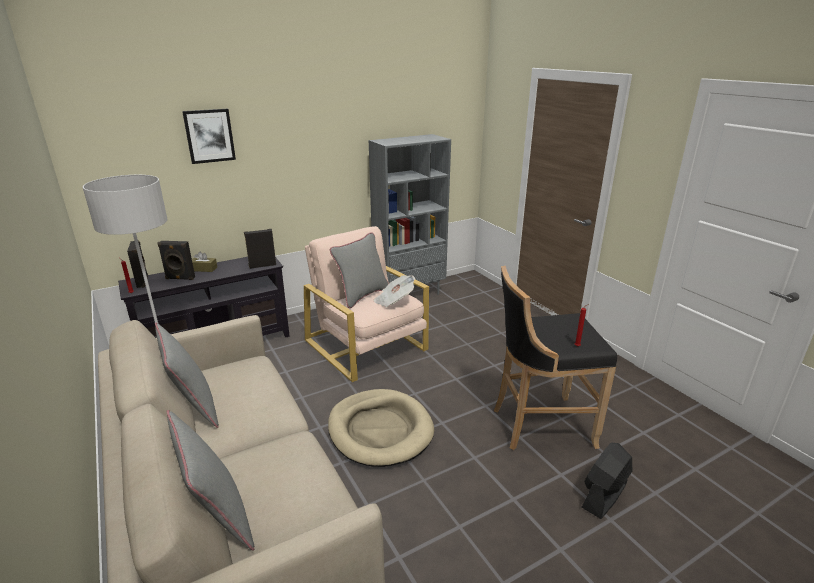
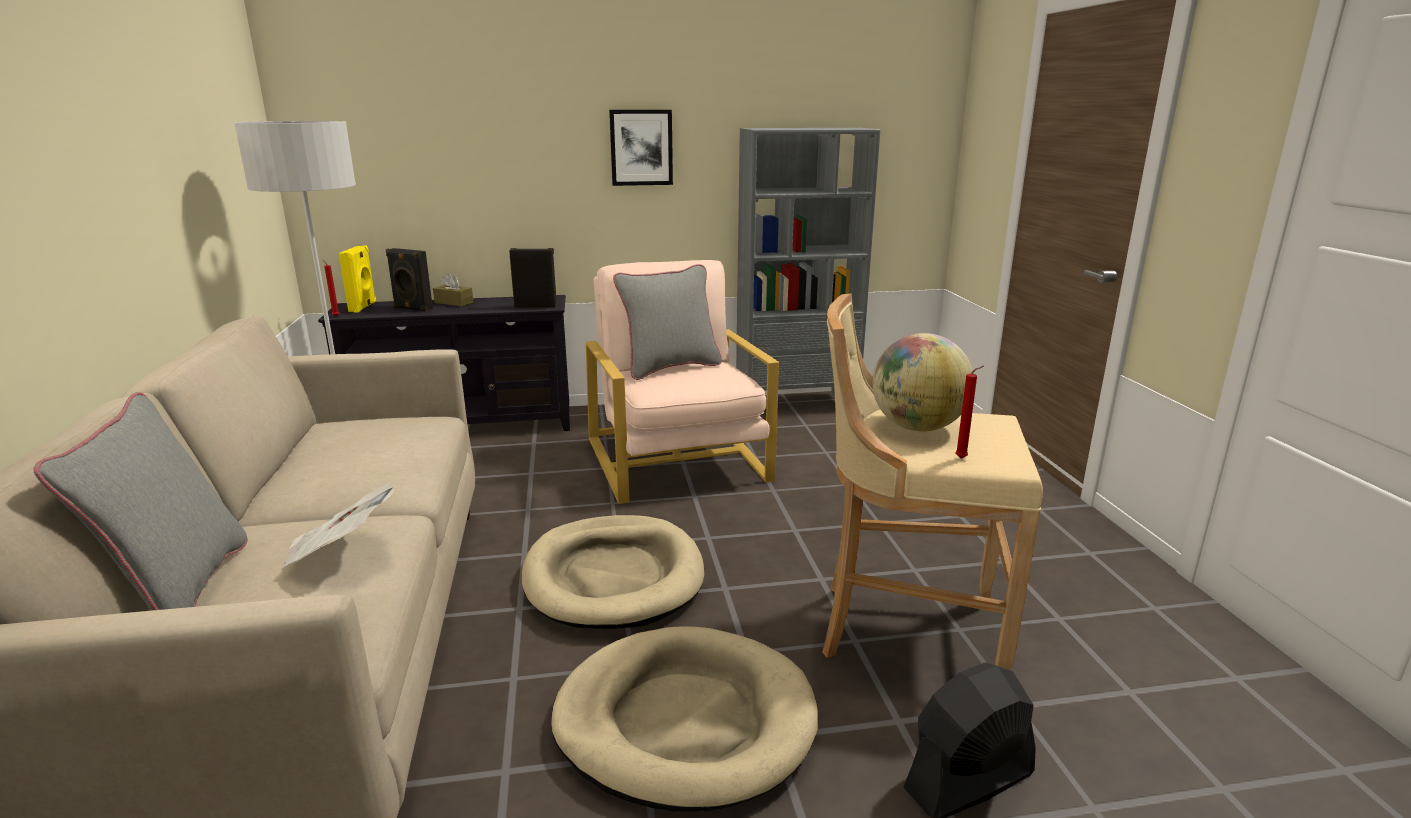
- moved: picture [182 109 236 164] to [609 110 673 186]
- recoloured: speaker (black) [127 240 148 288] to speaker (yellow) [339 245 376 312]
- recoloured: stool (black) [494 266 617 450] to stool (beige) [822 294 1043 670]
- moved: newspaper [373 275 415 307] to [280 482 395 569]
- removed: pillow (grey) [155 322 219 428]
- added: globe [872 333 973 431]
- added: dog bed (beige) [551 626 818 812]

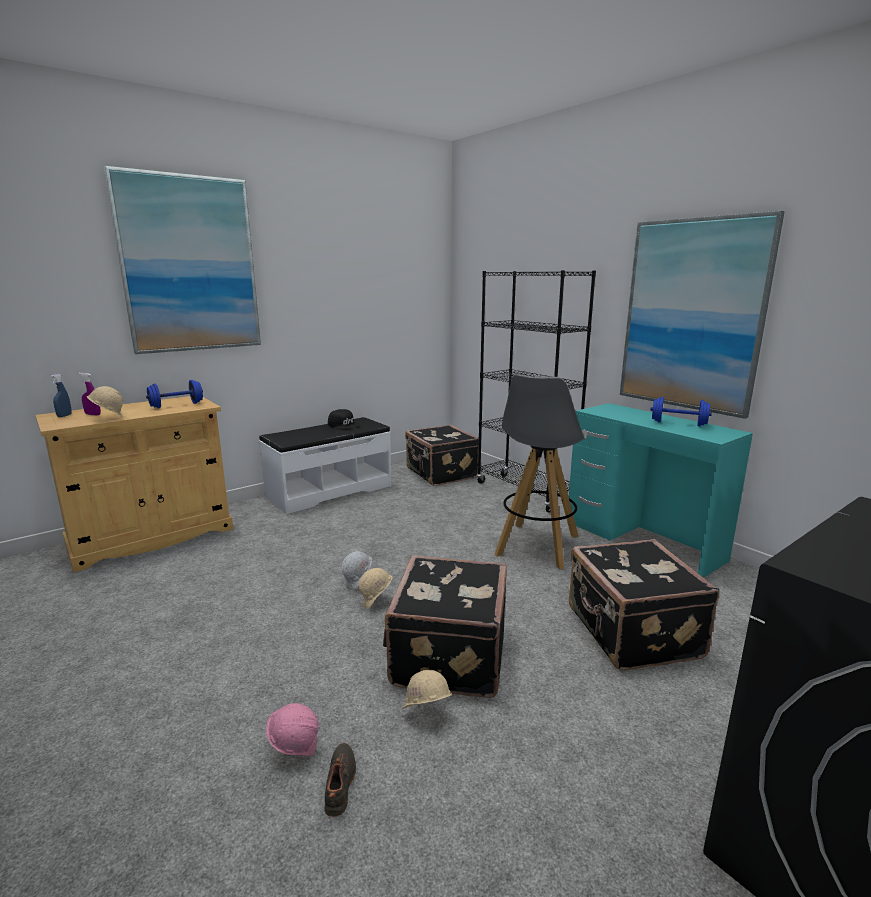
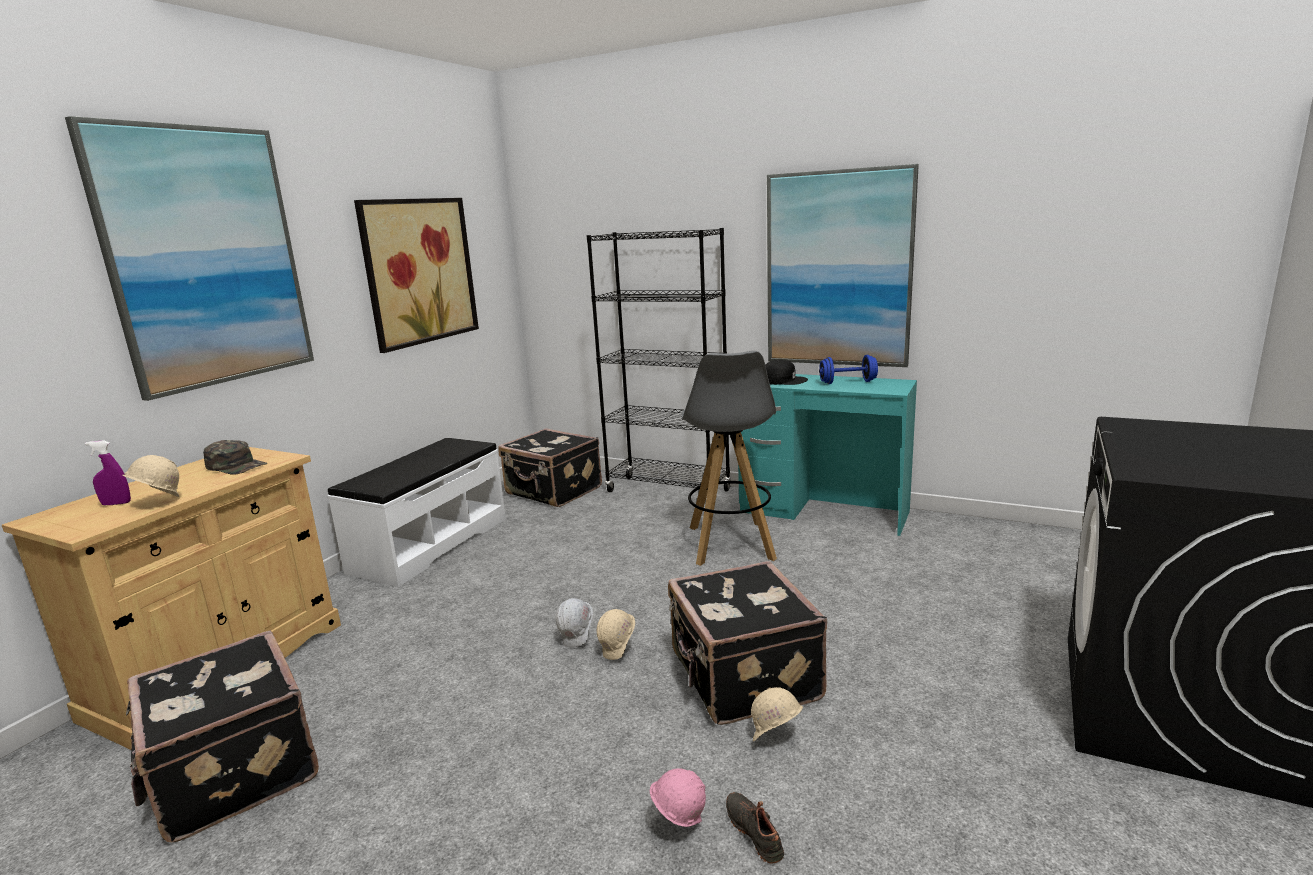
- removed: spray bottle (blue) [50 373 72 417]
- replaced: dumbbell (blue) [146 380 203 408] to cap (green) [203 440 267 475]
- moved: cap (black) [328 409 360 429] to [765 360 808 385]
- moved: suitcase (black) [569 539 719 671] to [126 631 319 842]
- added: picture [354 198 479 353]

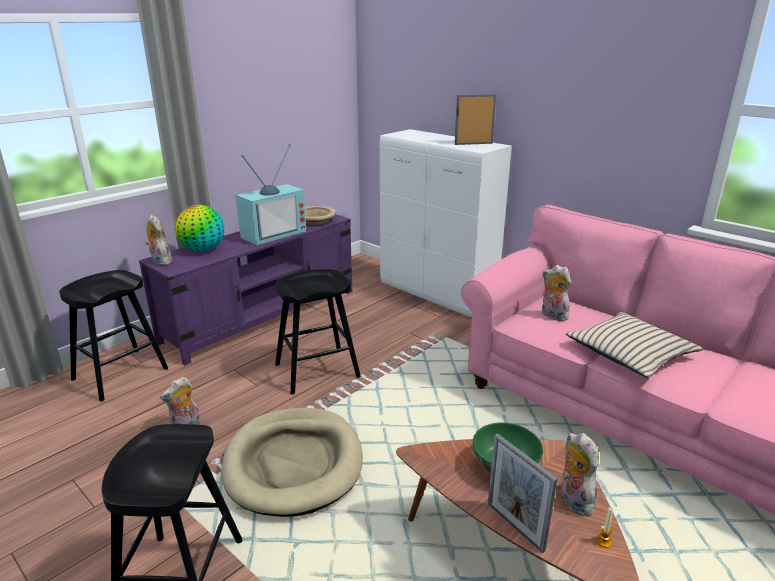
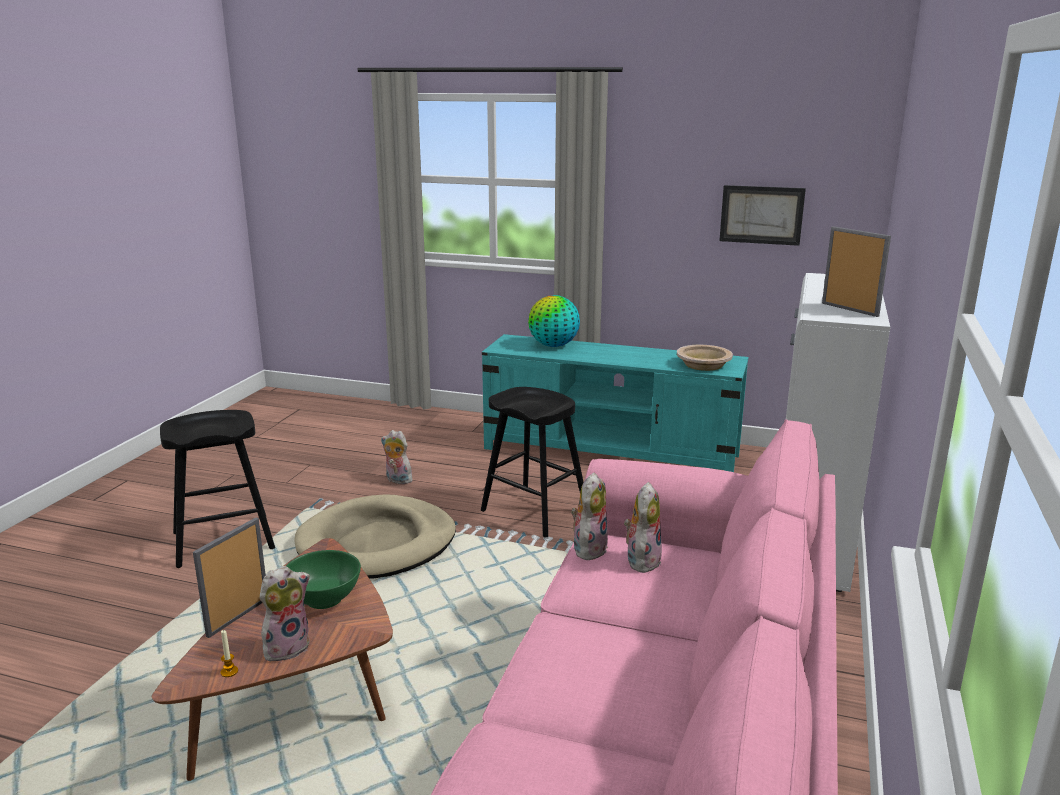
- removed: television [236 143 306 246]
- recoloured: tv stand (purple) [139 214 352 366] to tv stand (turquoise) [482 334 748 472]
- moved: plush toy [145 215 172 265] to [571 473 608 560]
- removed: stool (black) [59 270 168 401]
- removed: pillow (beige) [566 312 703 378]
- added: picture [719 185 806 246]

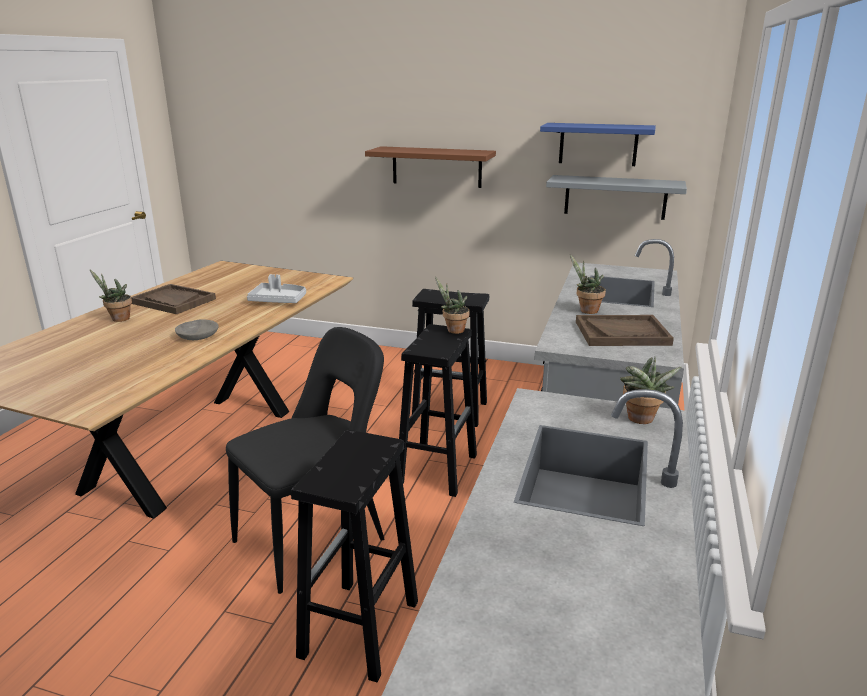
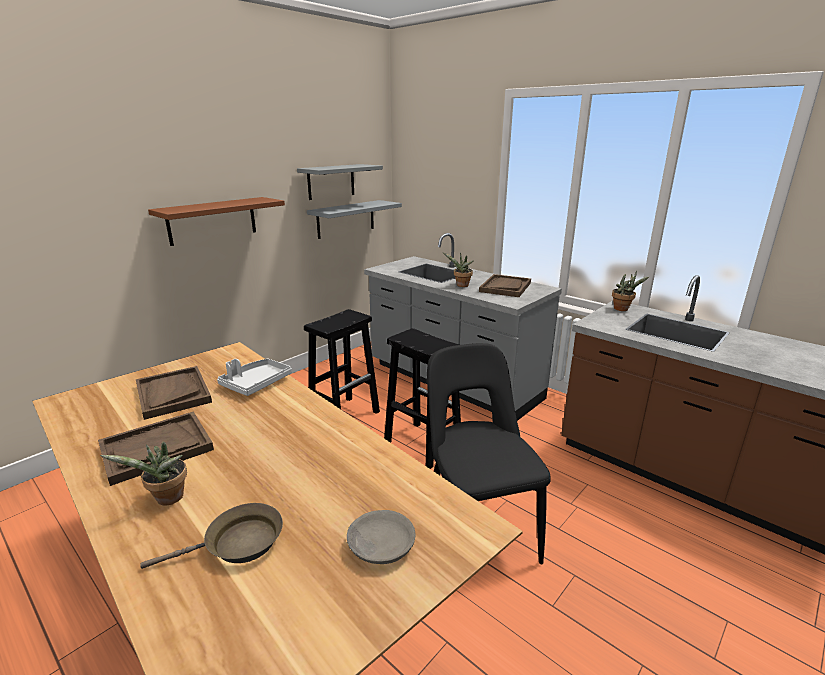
- recoloured: shelf (blue) [540 123 656 166] to shelf (grey) [297 164 383 200]
- removed: potted plant [435 277 470 334]
- moved: bowl (grey) [175 319 219 340] to [347 510 415 564]
- removed: stool (black) [291 430 418 682]
- added: tray (brown) [136 366 212 420]
- added: frying pan (brown) [140 503 283 569]

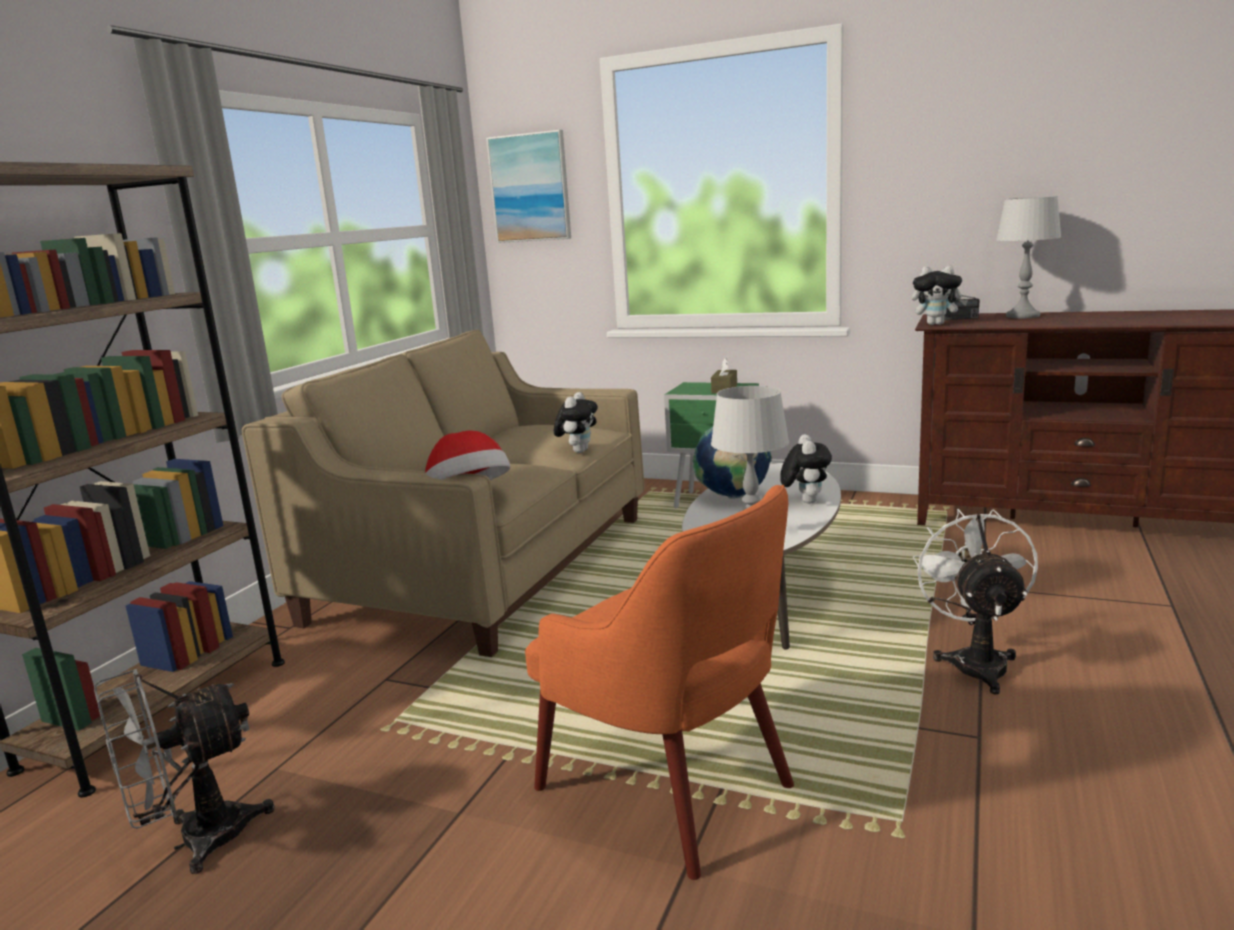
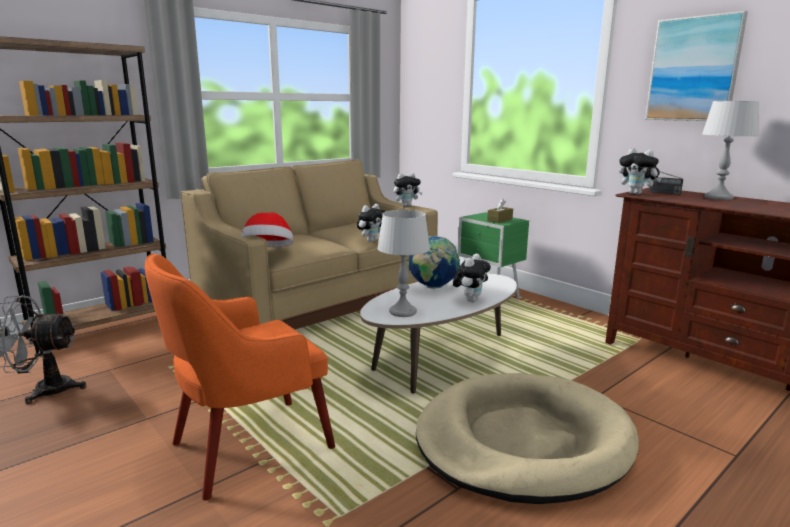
- moved: picture [486 130 571 243] to [645 11 748 121]
- turned: armchair (orange) [525 485 794 880] = [145 254 335 501] 75 degrees clockwise
- replaced: fan (white) [913 509 1038 695] to dog bed (beige) [416 373 639 504]
- added: plush toy [394 173 423 207]

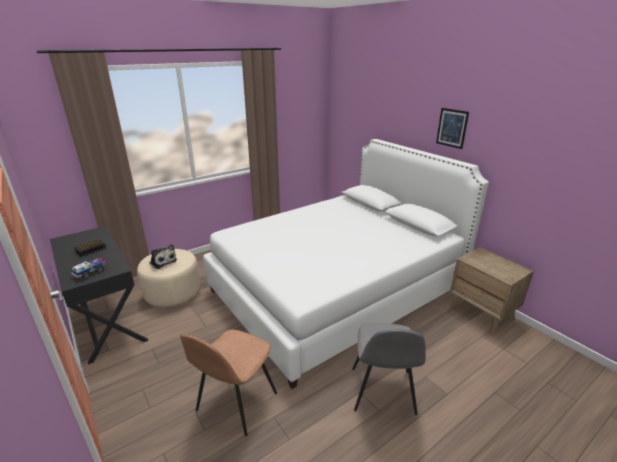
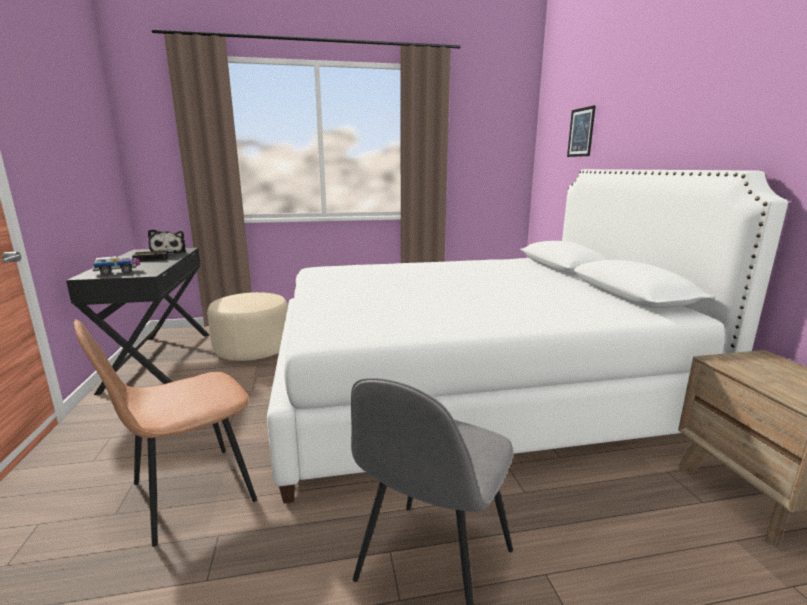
- moved: picture [436 108 469 149] to [567 105 596 157]
- moved: plush toy [149 244 177 269] to [148 229 186 254]

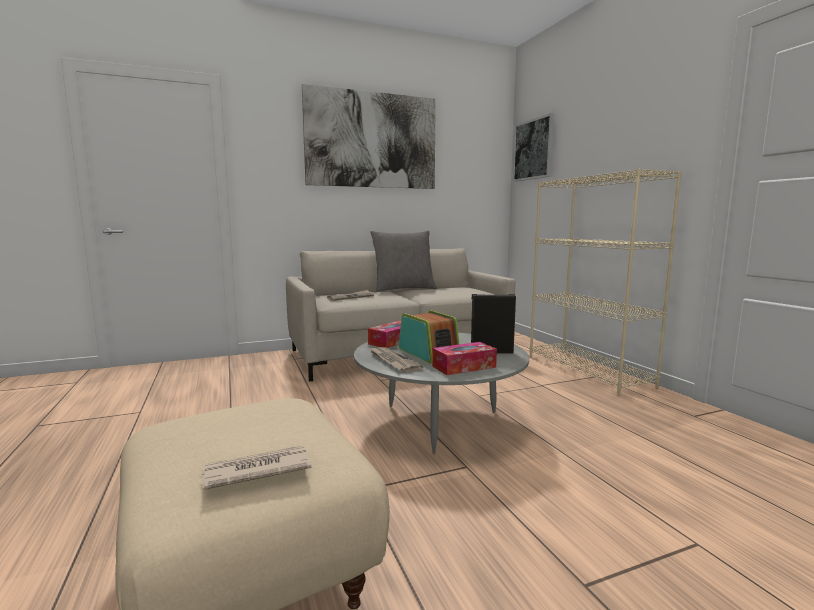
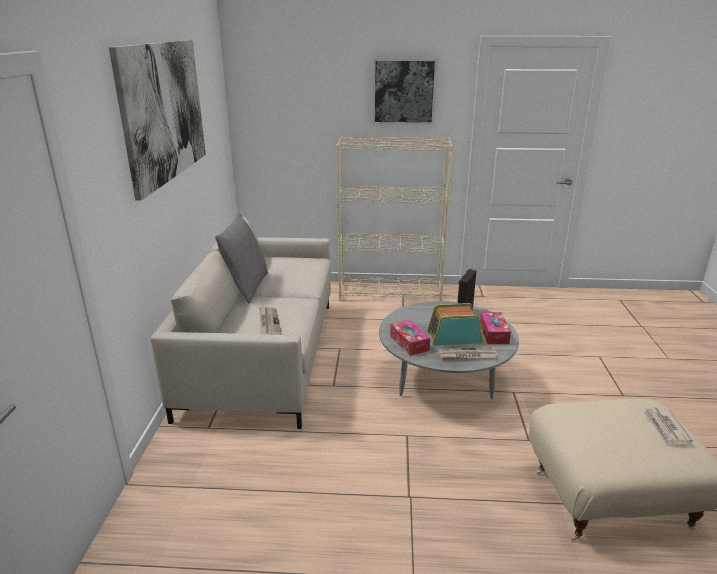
- moved: picture [513 113 555 182] to [372 58 438 125]

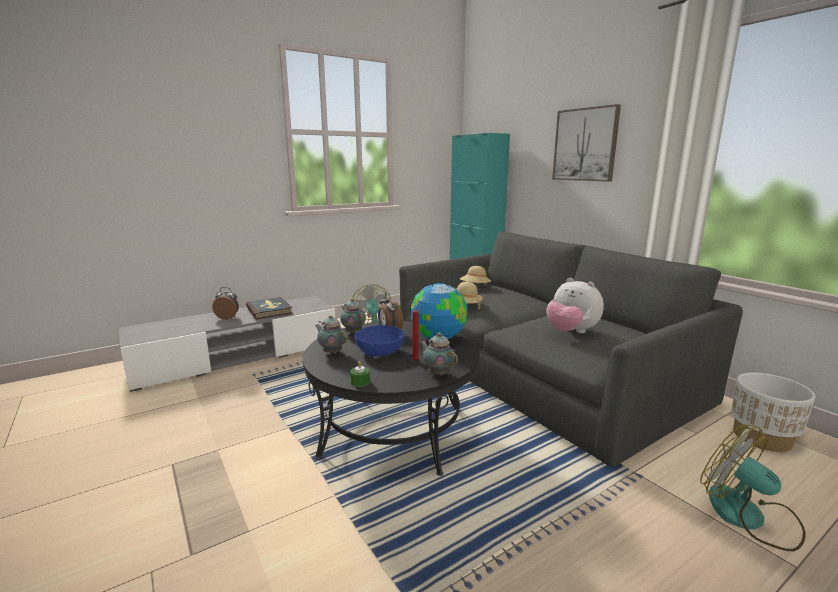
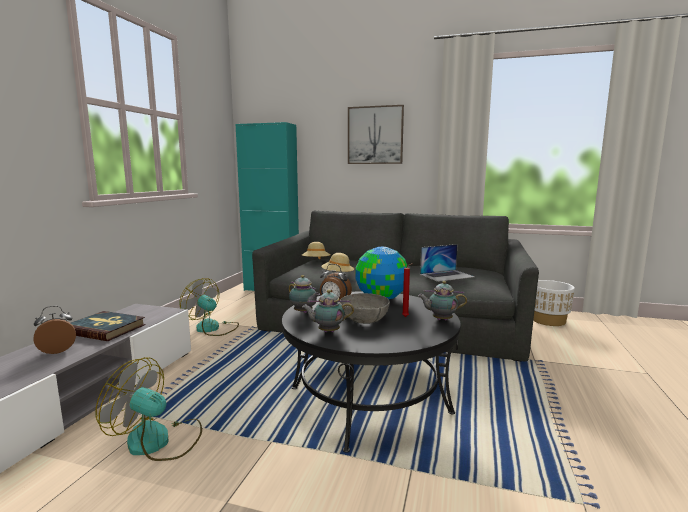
- replaced: plush toy [546 278 604 333] to laptop [420 244 475 282]
- turned: teapot [340 299 366 334] = [289 275 320 313] 150 degrees counterclockwise
- recoloured: bowl (blue) [355 325 405 356] to bowl (grey) [339 293 390 324]
- removed: candle (green) [350 361 370 387]
- moved: fan [700 424 806 551] to [95 357 202 461]

